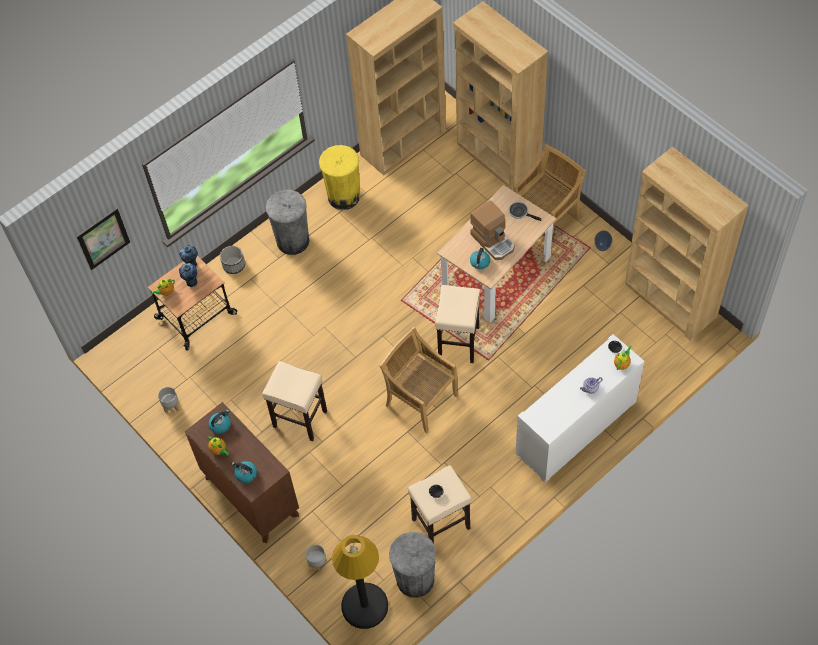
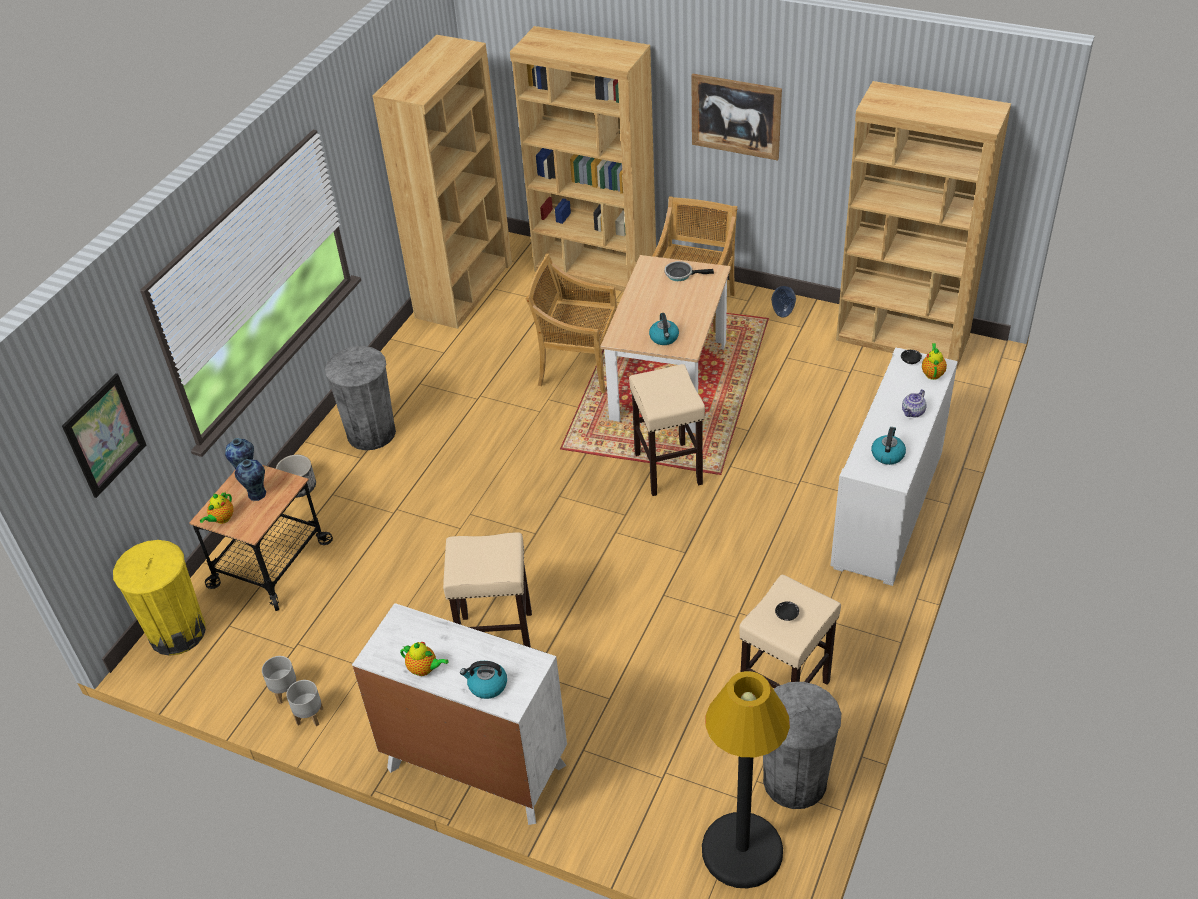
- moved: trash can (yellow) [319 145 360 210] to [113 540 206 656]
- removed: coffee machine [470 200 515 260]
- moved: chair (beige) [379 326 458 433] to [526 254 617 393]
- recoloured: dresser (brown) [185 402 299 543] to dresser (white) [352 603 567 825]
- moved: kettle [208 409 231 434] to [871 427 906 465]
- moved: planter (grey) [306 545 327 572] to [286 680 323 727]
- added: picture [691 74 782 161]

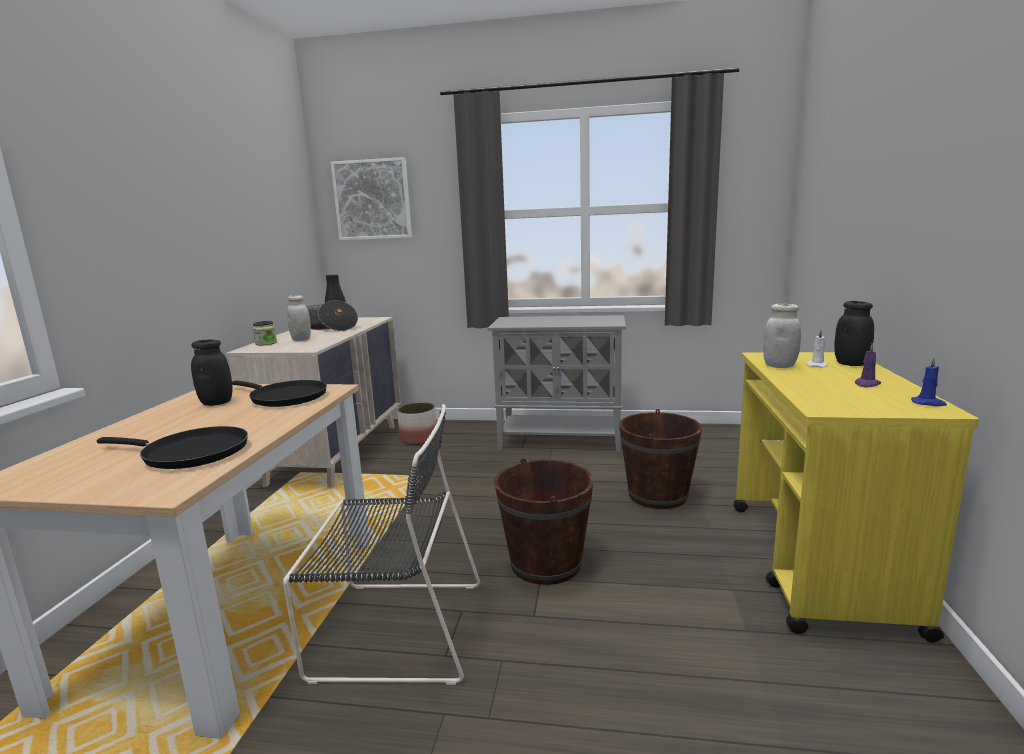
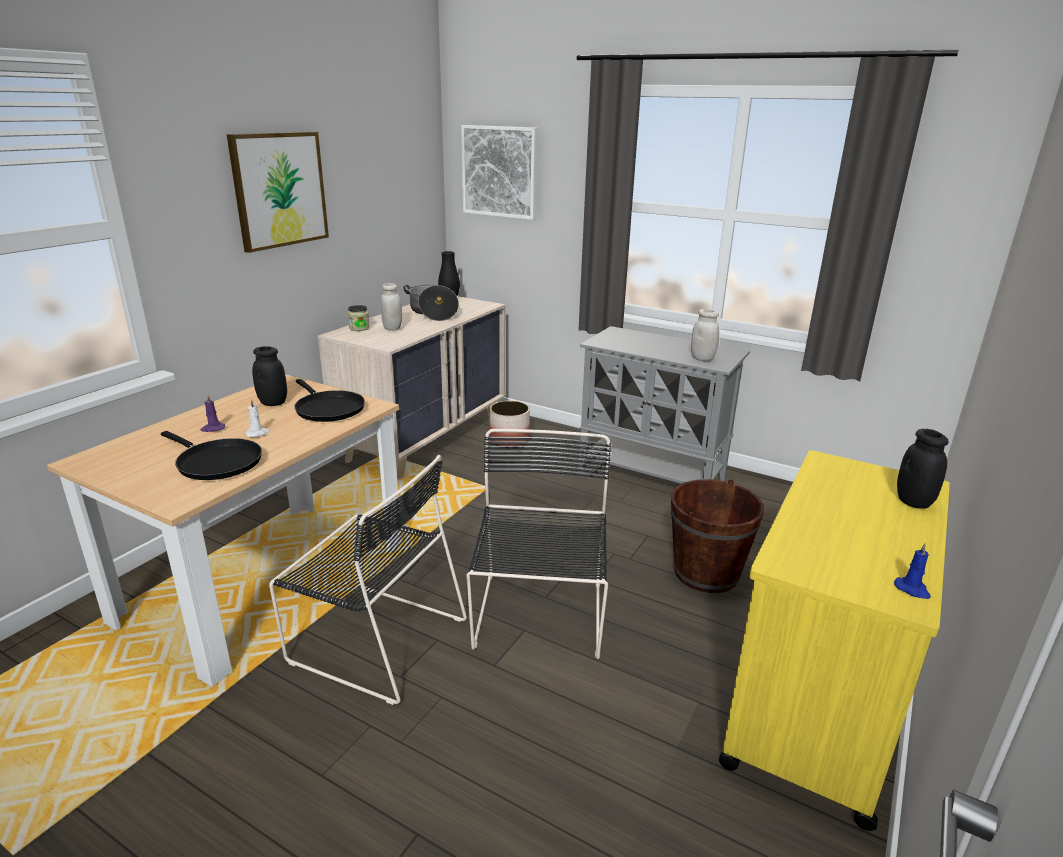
- moved: jar (white) [763 304 801 368] to [691 309 719 361]
- moved: candle (white) [807 330 828 368] to [245 399 270 437]
- moved: candle (purple) [855 343 881 387] to [201 394 225 432]
- replaced: bucket (brown) [494 458 594 585] to chair (black) [466 429 611 659]
- added: picture [227 132 329 253]

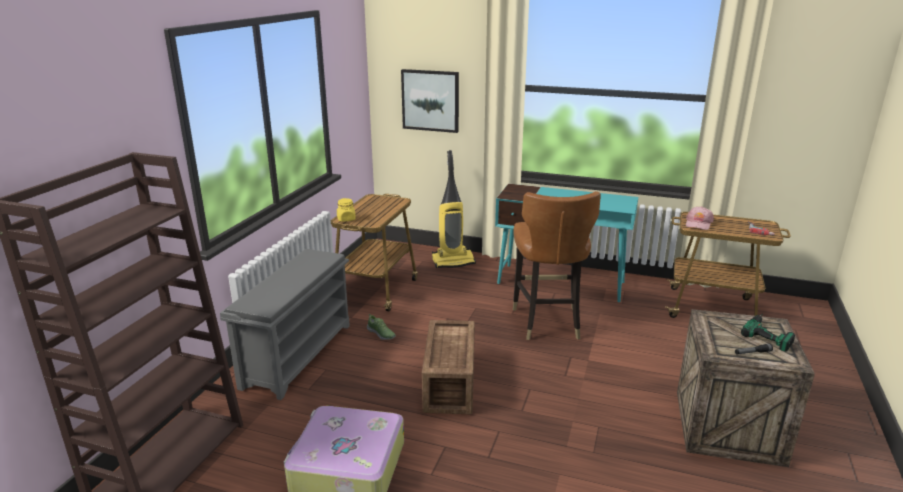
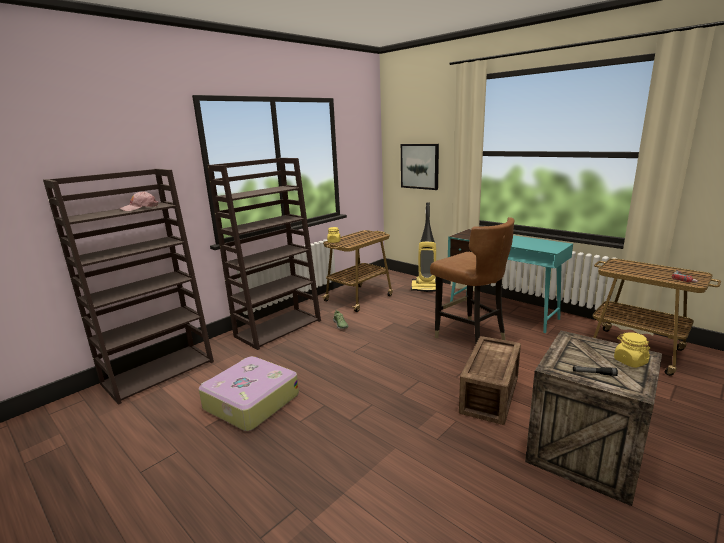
- turned: chair (brown) [513 191 601 340] = [430 217 514 344] 60 degrees counterclockwise
- moved: cap (pink) [686 206 714 230] to [119 191 158 211]
- replaced: shoe rack (grey) [220 249 350 400] to bookcase (brown) [207 158 321 350]
- replaced: power drill [741 314 795 352] to jar (yellow) [614 332 650 368]
- moved: crate [422 320 475 414] to [459 336 521 425]

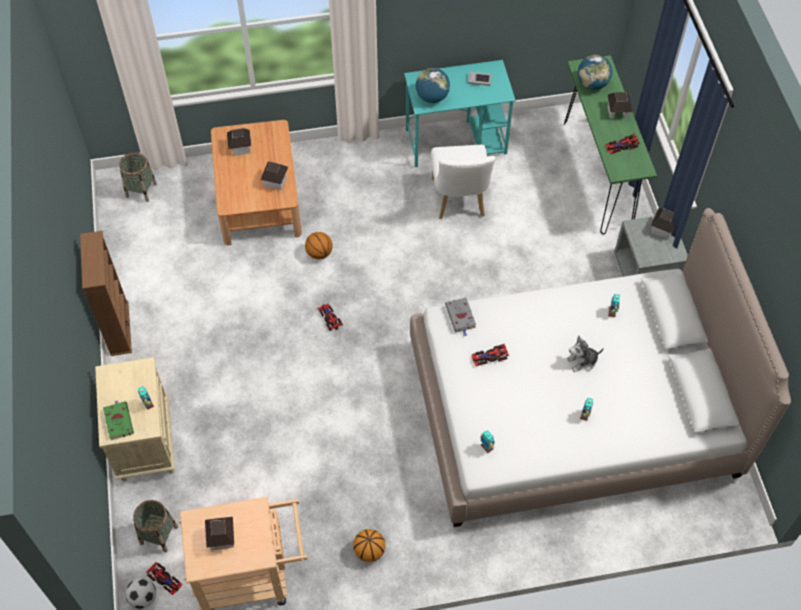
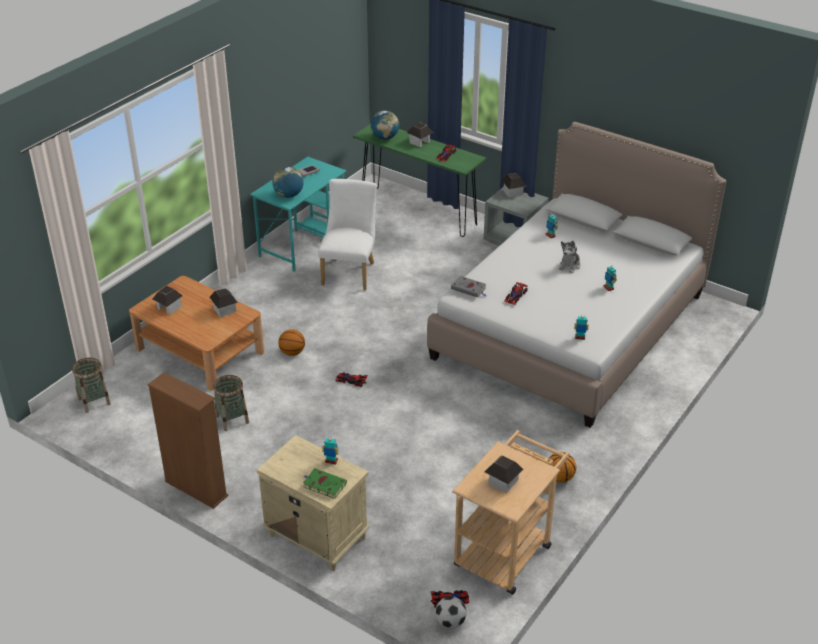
- turned: chair (white) [431 145 496 219] = [318 179 377 290] 120 degrees counterclockwise
- moved: basket [133 500 178 552] to [213 375 249 431]

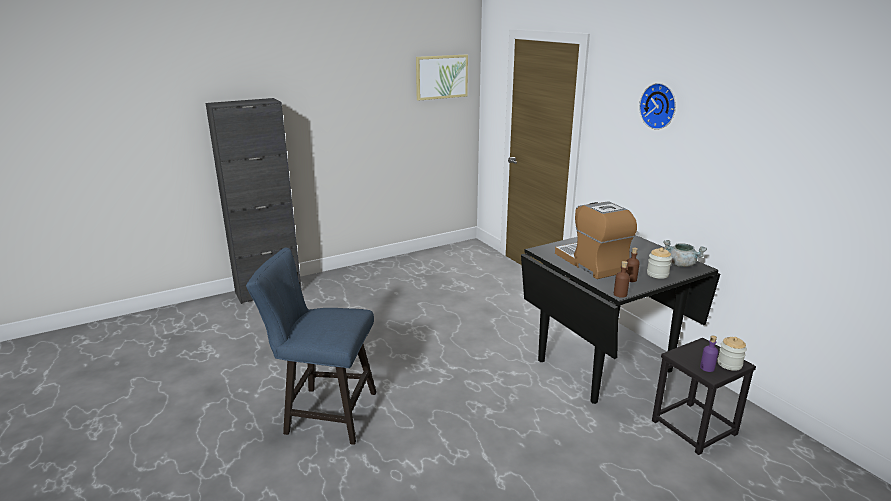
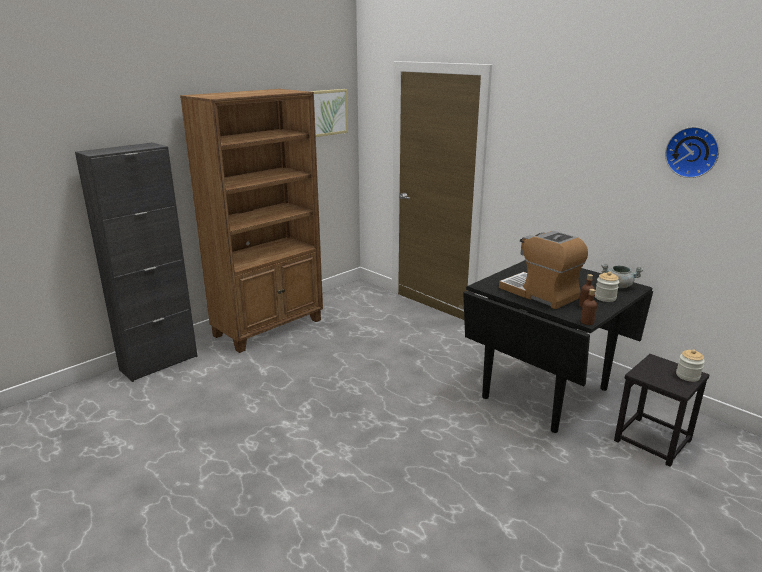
- moved: wall clock [639 83 676 130] to [665 127 719 178]
- removed: chair (blue) [246 247 376 445]
- removed: bottle (purple) [700 335 718 372]
- added: bookcase (brown) [180 89 323 353]

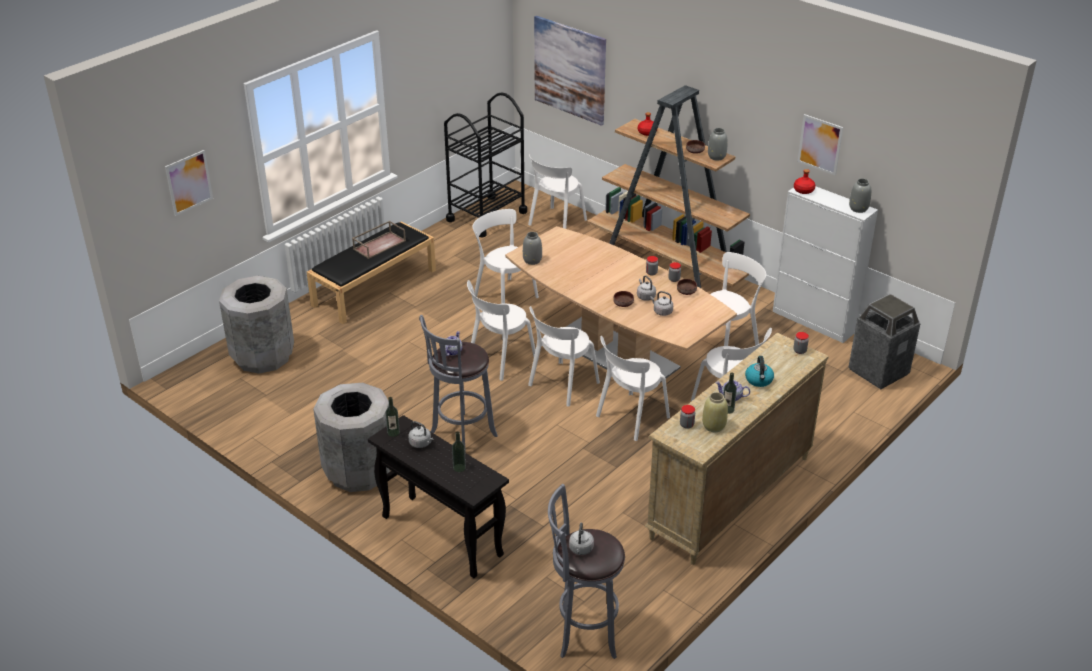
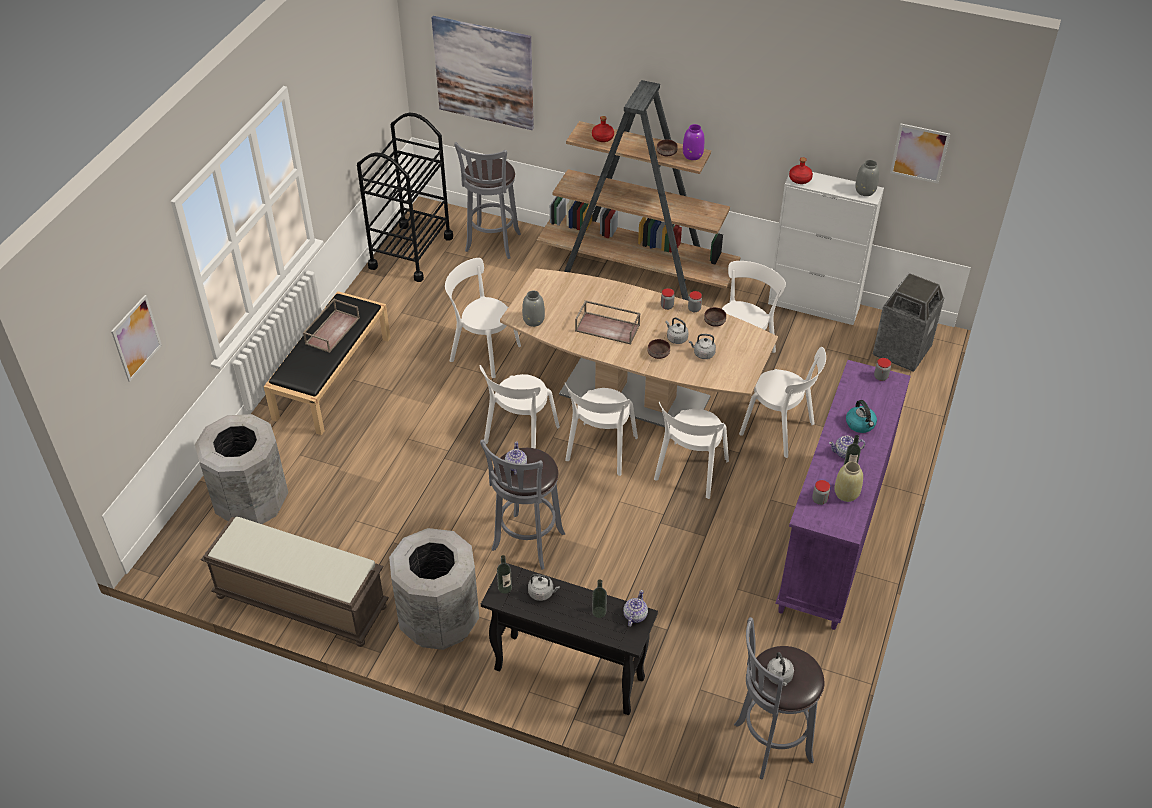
- moved: picture [798 114 843 175] to [890 123 950 184]
- recoloured: vase (grey) [708 128 728 160] to vase (purple) [683 124 704 160]
- replaced: chair (white) [528 154 587 229] to stool (grey) [454 142 521 259]
- recoloured: dresser (beige) [645 333 829 565] to dresser (purple) [775 360 911 630]
- added: tray (brown) [575 300 641 344]
- added: bench (brown) [201 517 389 647]
- added: teapot [623 590 648 627]

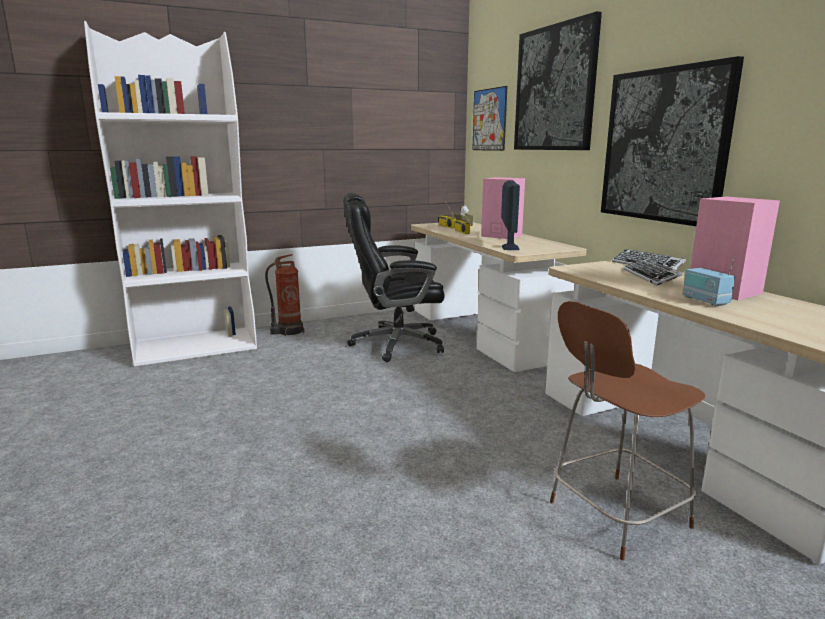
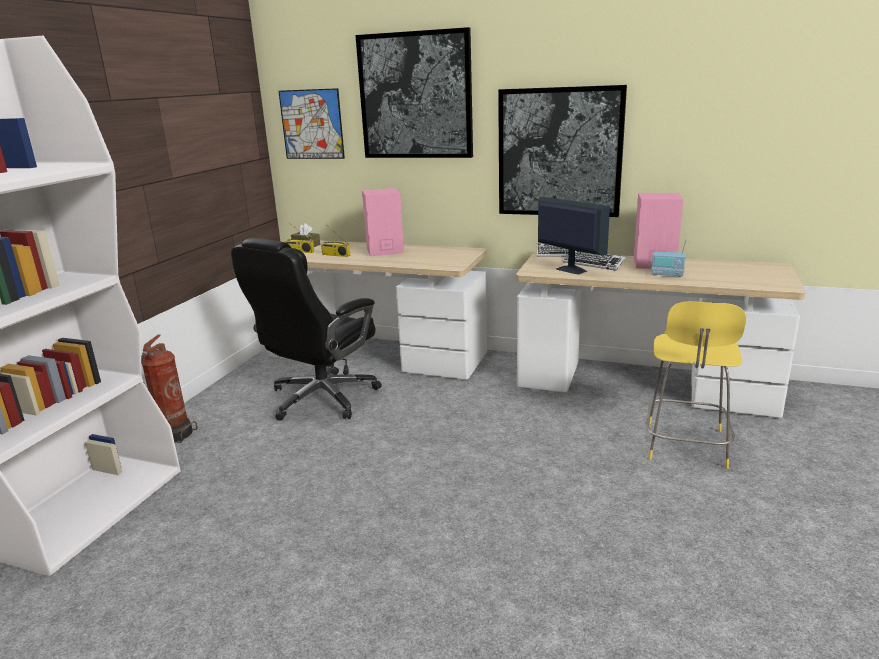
- moved: monitor [501 180 520 250] to [538 197 610 274]
- recoloured: stool (brown) [550 301 705 560] to stool (yellow) [646 301 746 469]

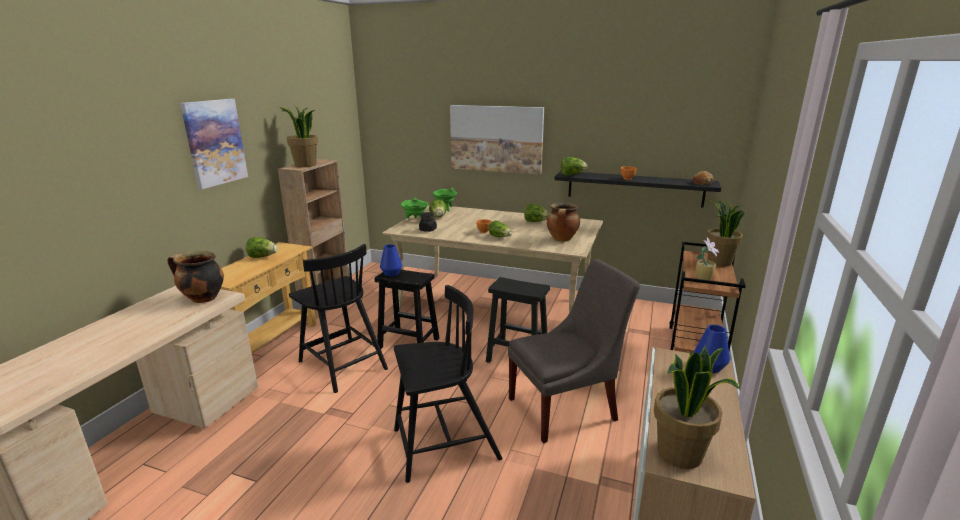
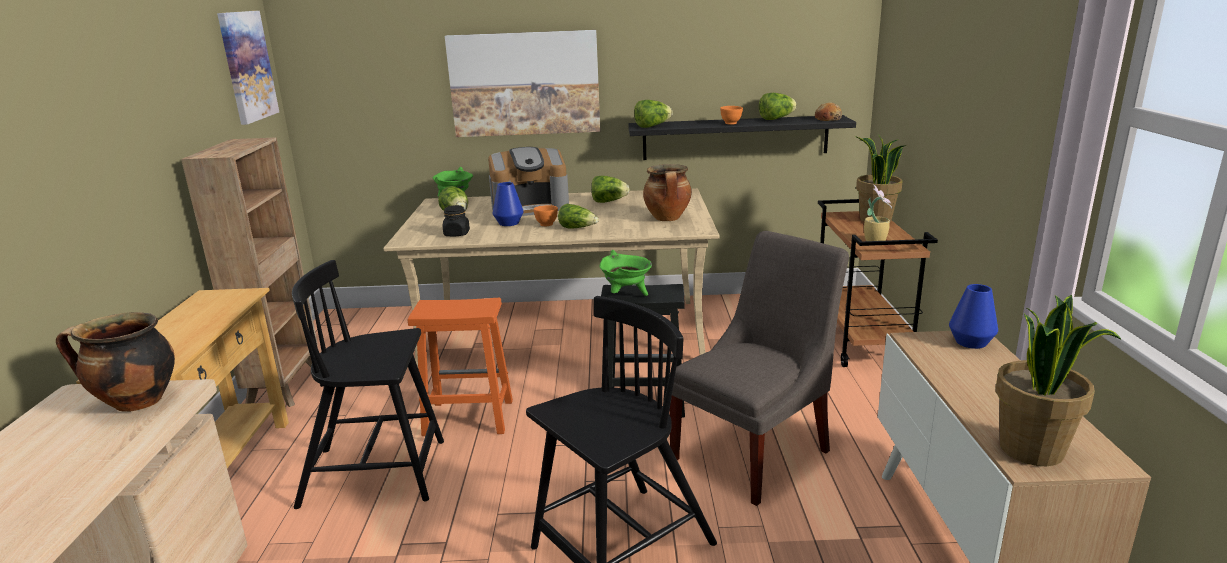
- moved: picture [180 99 248 189] to [217 11 279 125]
- removed: potted plant [279 105 318 167]
- moved: cooking pot (green) [401 197 428 218] to [599 250 652 296]
- moved: lettuce [246 237 278 258] to [759 93 797 120]
- turned: chair (black) [289 244 388 393] = [292 260 444 509] 150 degrees clockwise
- moved: vase (blue) [380 244 402 276] to [493 182 524 226]
- recoloured: stool (black) [375 269 440 349] to stool (orange) [408 298 513 436]
- added: coffee machine [488 147 569 216]

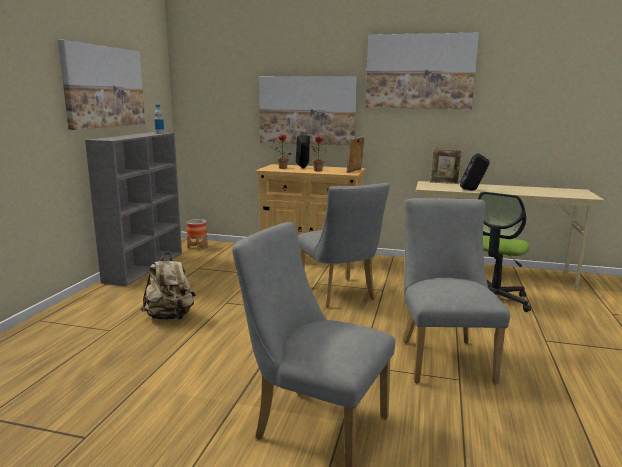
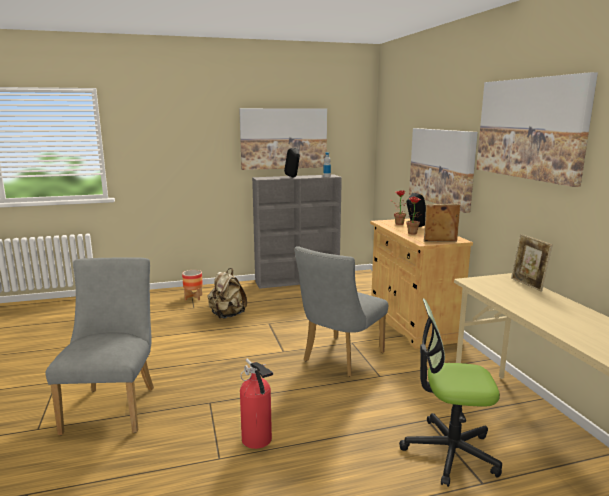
- moved: speaker (black) [460 153 490 190] to [284 148 300 178]
- replaced: chair (grey) [403 198 510 384] to fire extinguisher [240 359 273 449]
- moved: planter [187 219 208 250] to [182 270 203 301]

